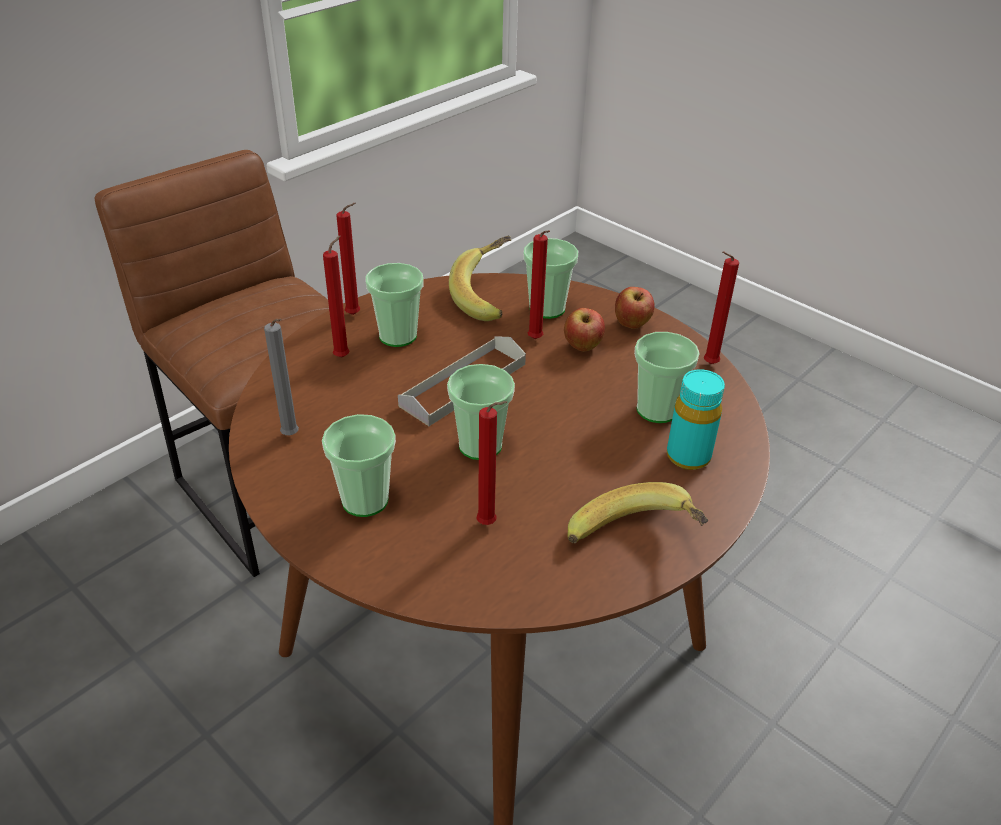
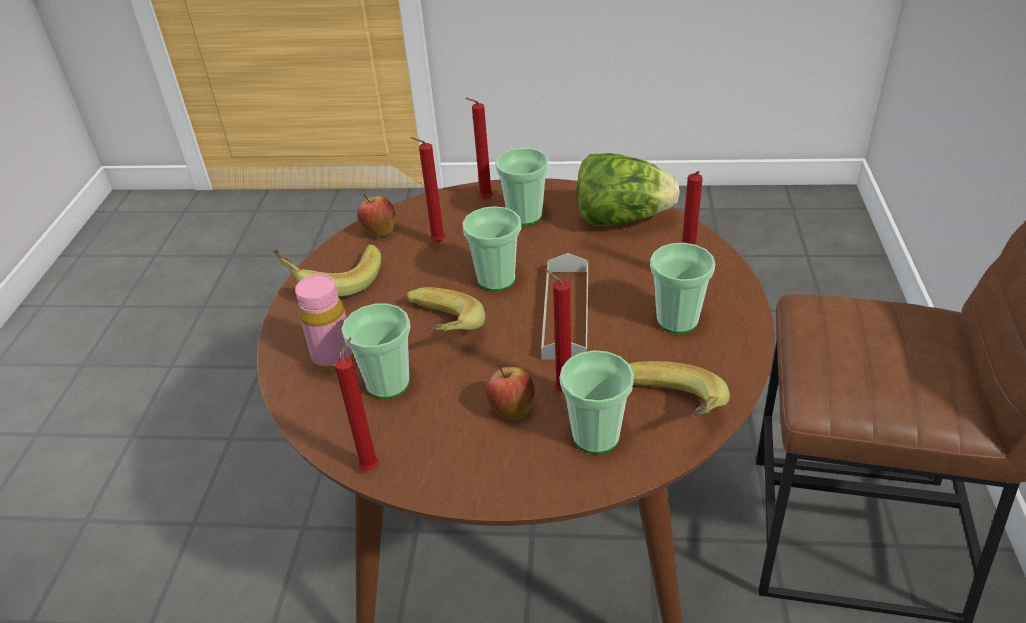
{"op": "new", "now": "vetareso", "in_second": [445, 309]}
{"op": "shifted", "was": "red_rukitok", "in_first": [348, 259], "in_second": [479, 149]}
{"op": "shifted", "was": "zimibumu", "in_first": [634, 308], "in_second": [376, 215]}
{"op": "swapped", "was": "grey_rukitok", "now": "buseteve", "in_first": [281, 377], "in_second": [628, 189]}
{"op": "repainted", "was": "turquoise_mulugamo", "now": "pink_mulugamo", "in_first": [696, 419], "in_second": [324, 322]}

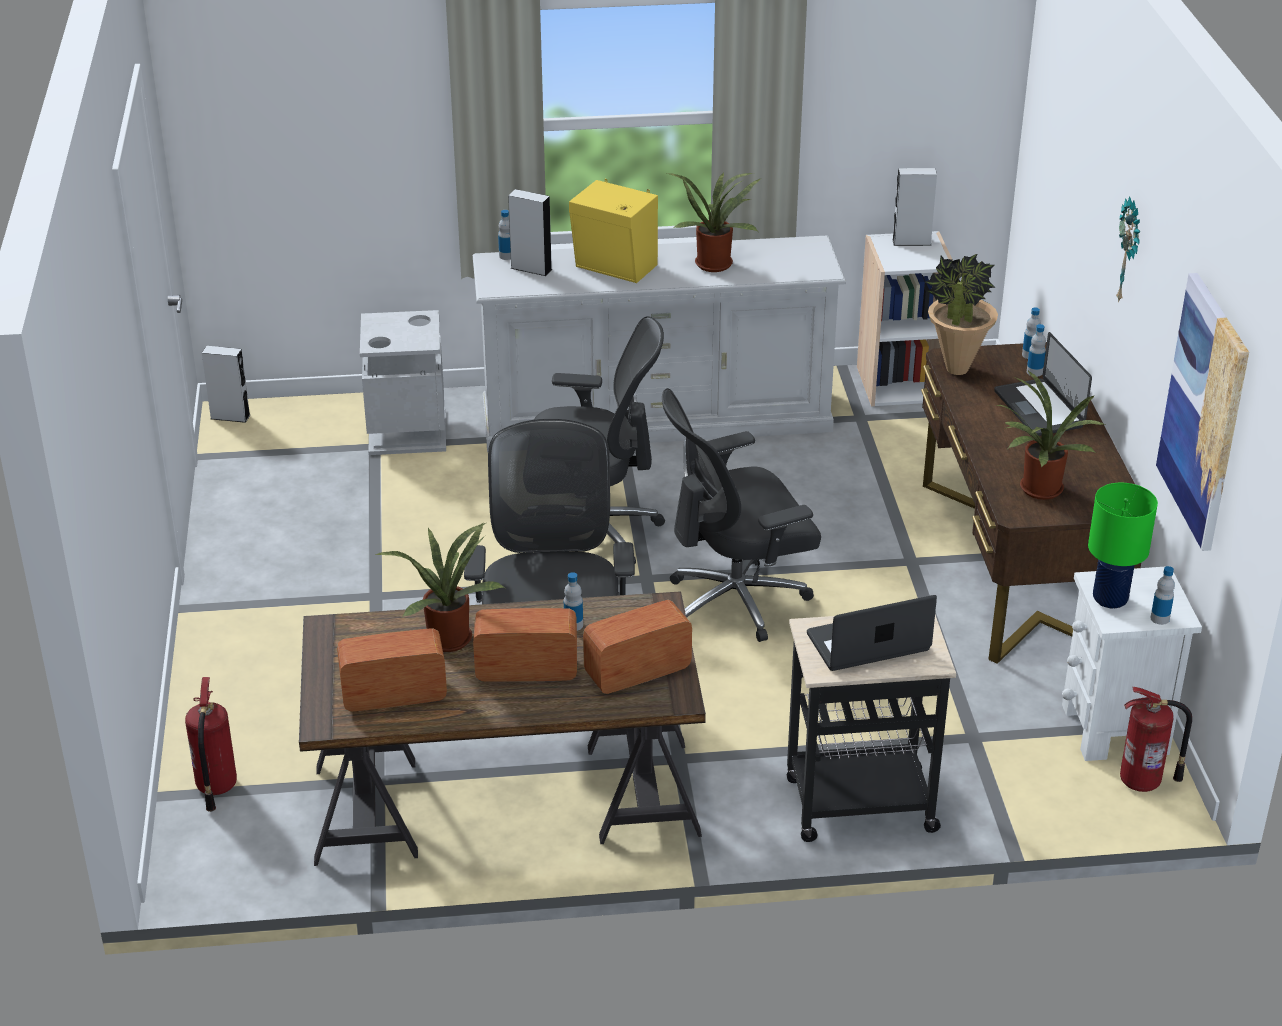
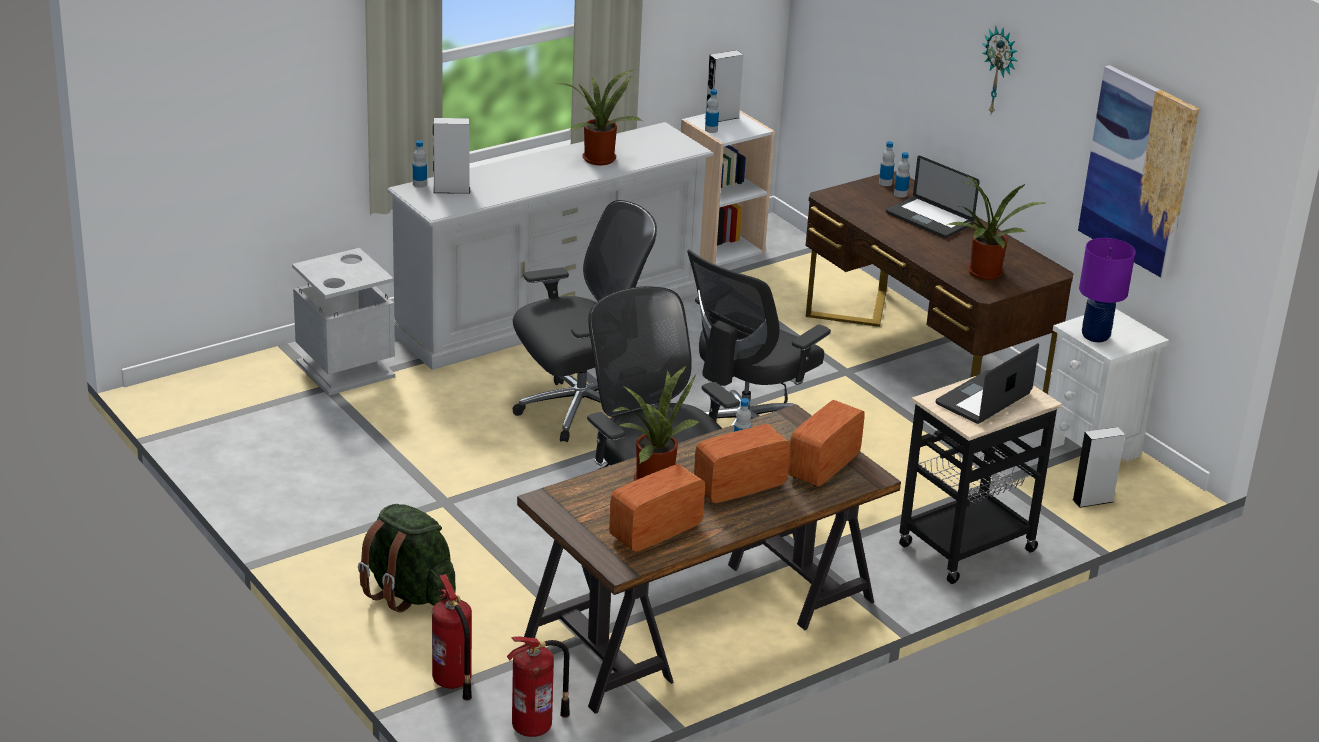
{"op": "gone", "was": "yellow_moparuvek", "in_first": [613, 231]}
{"op": "gone", "was": "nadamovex", "in_first": [961, 314]}
{"op": "new", "now": "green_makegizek", "in_second": [407, 558]}
{"op": "shifted", "was": "grey_moparuvek", "in_first": [226, 384], "in_second": [1098, 467]}
{"op": "shifted", "was": "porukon", "in_first": [1156, 739], "in_second": [538, 686]}
{"op": "shifted", "was": "mulugamo", "in_first": [1162, 595], "in_second": [712, 111]}
{"op": "repainted", "was": "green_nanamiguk", "now": "purple_nanamiguk", "in_first": [1123, 545], "in_second": [1107, 290]}

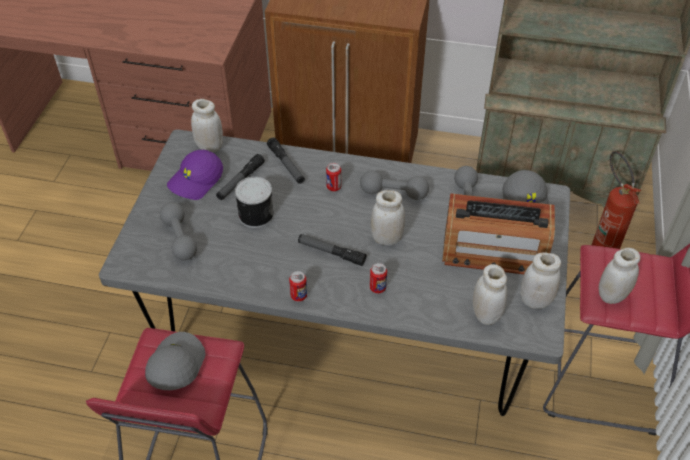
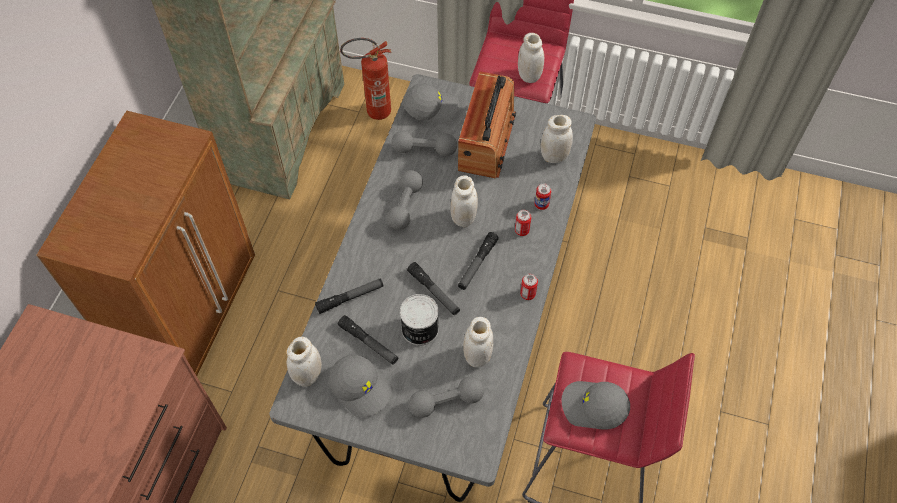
{"op": "new", "now": "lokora", "in_second": [433, 288]}
{"op": "shifted", "was": "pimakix", "in_first": [333, 177], "in_second": [542, 197]}
{"op": "shifted", "was": "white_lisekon", "in_first": [541, 280], "in_second": [478, 342]}
{"op": "repainted", "was": "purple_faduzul", "now": "grey_faduzul", "in_first": [195, 175], "in_second": [361, 386]}

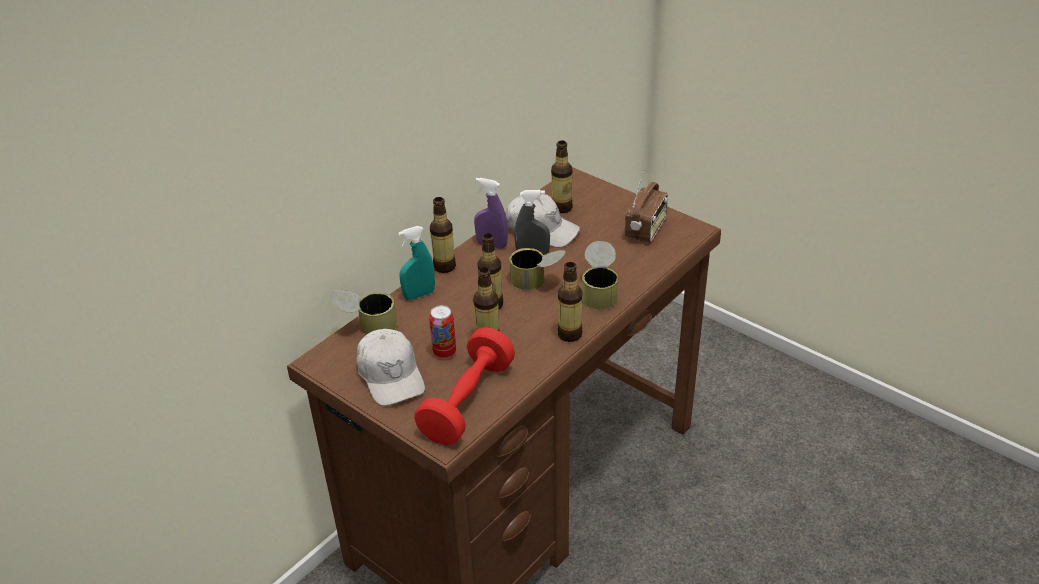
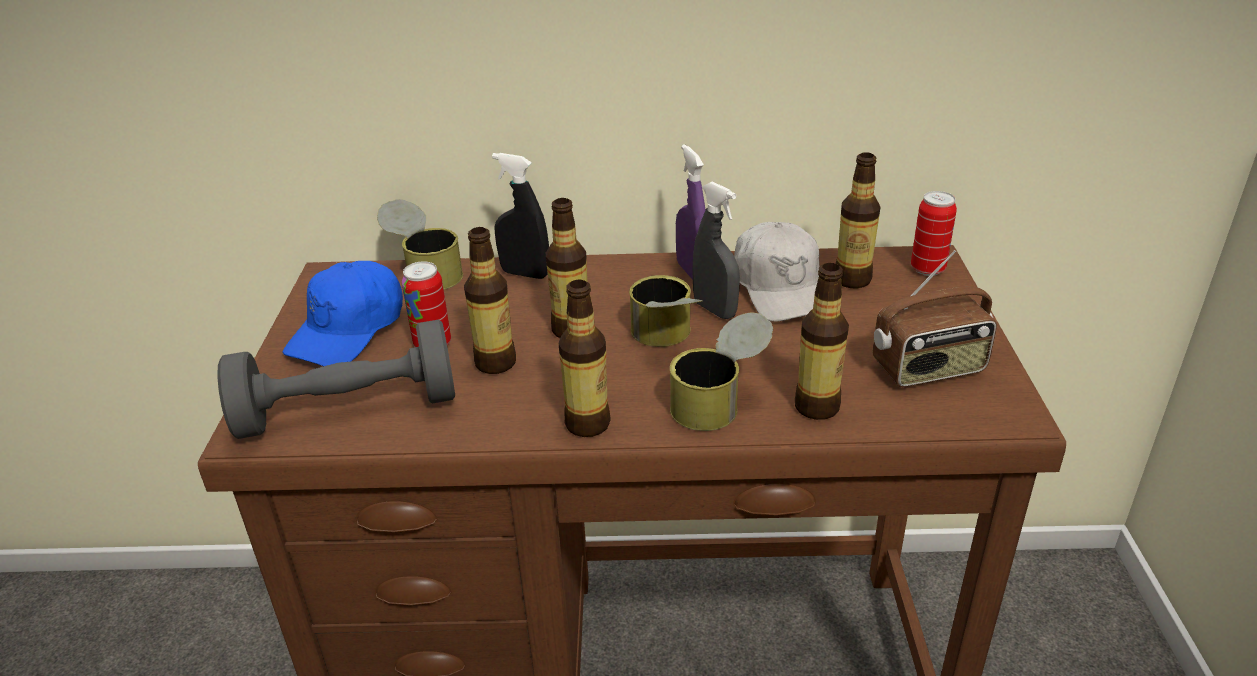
{"op": "new", "now": "pimakix", "in_second": [934, 233]}
{"op": "shifted", "was": "mulugamo", "in_first": [443, 235], "in_second": [822, 341]}
{"op": "repainted", "was": "white_faduzul", "now": "blue_faduzul", "in_first": [391, 367], "in_second": [342, 313]}
{"op": "repainted", "was": "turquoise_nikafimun", "now": "black_nikafimun", "in_first": [416, 263], "in_second": [520, 216]}
{"op": "repainted", "was": "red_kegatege", "now": "grey_kegatege", "in_first": [464, 386], "in_second": [336, 379]}

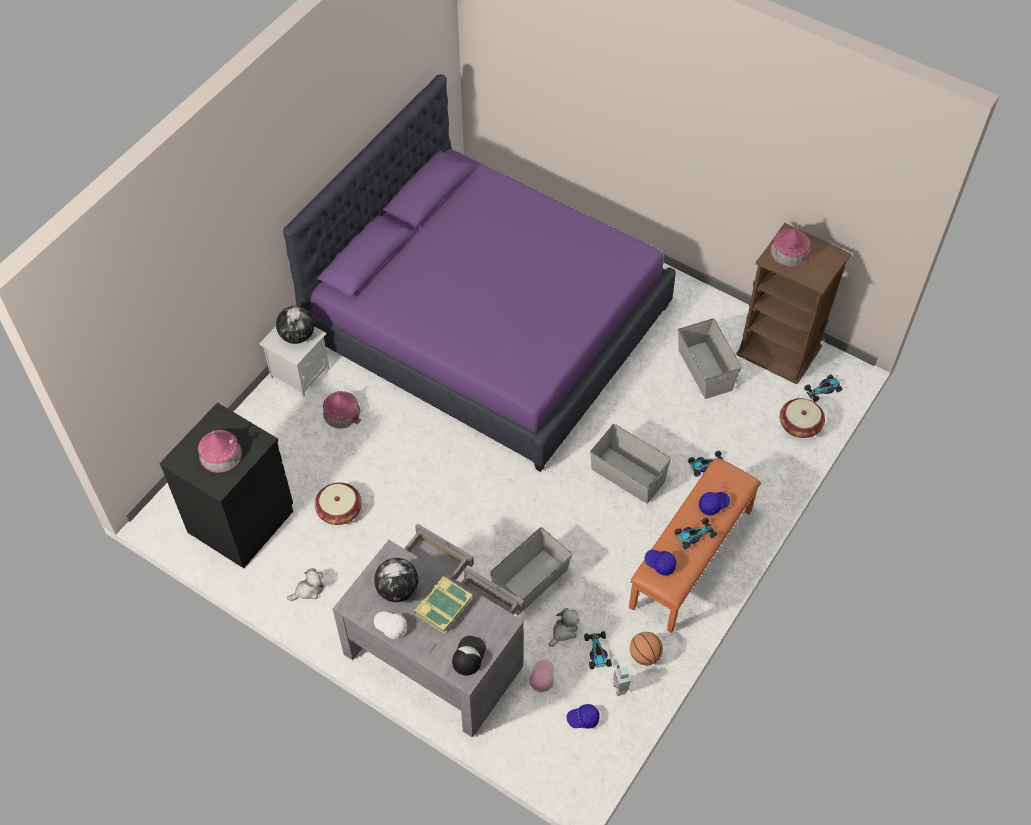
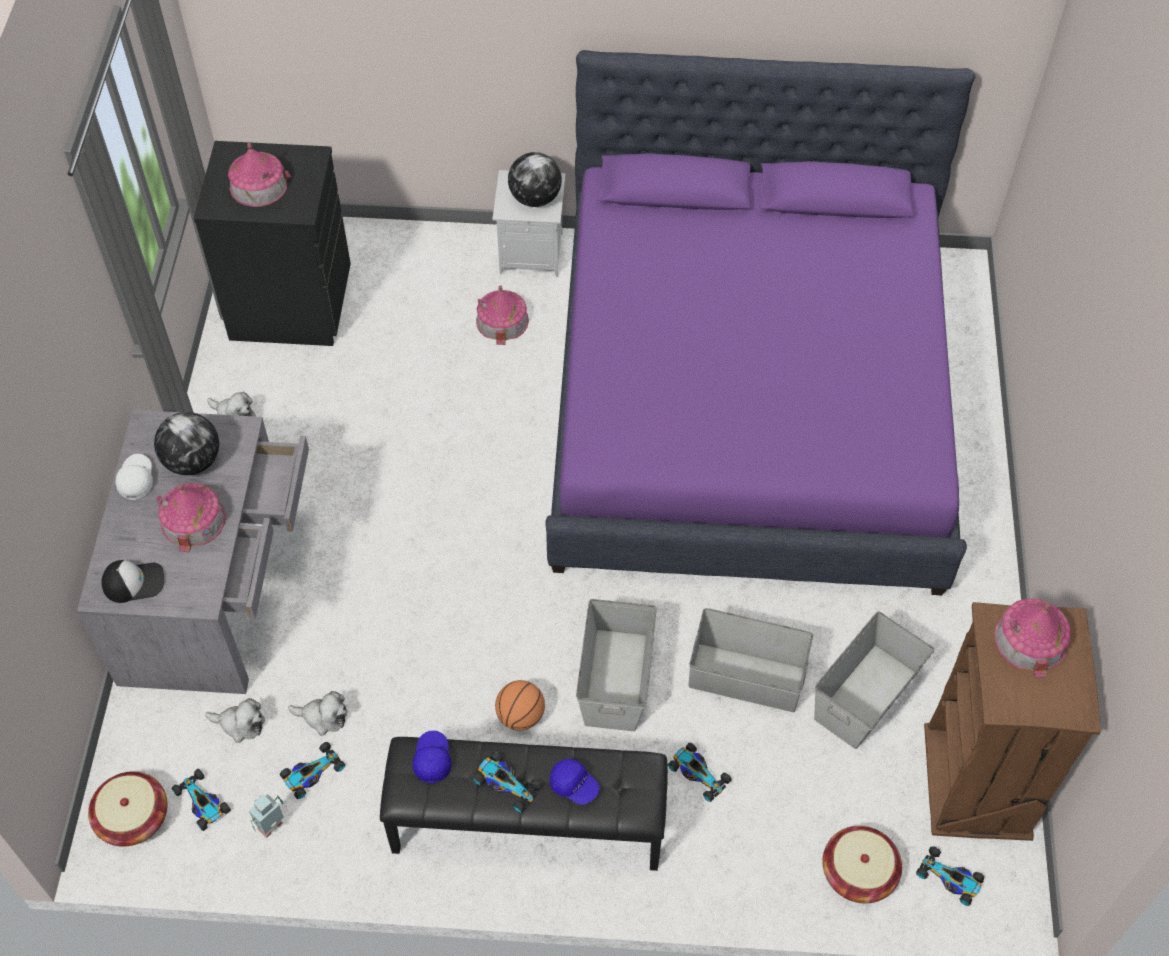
{"op": "shifted", "was": "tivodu", "in_first": [338, 503], "in_second": [128, 809]}
{"op": "shifted", "was": "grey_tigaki", "in_first": [531, 571], "in_second": [750, 660]}
{"op": "shifted", "was": "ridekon", "in_first": [646, 648], "in_second": [520, 705]}
{"op": "swapped", "was": "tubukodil", "now": "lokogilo", "in_first": [443, 605], "in_second": [191, 518]}
{"op": "swapped", "was": "pink_faduzul", "now": "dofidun", "in_first": [541, 675], "in_second": [235, 720]}
{"op": "swapped", "was": "blue_faduzul", "now": "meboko", "in_first": [583, 716], "in_second": [201, 800]}
{"op": "repainted", "was": "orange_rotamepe", "now": "black_rotamepe", "in_first": [695, 545], "in_second": [524, 804]}

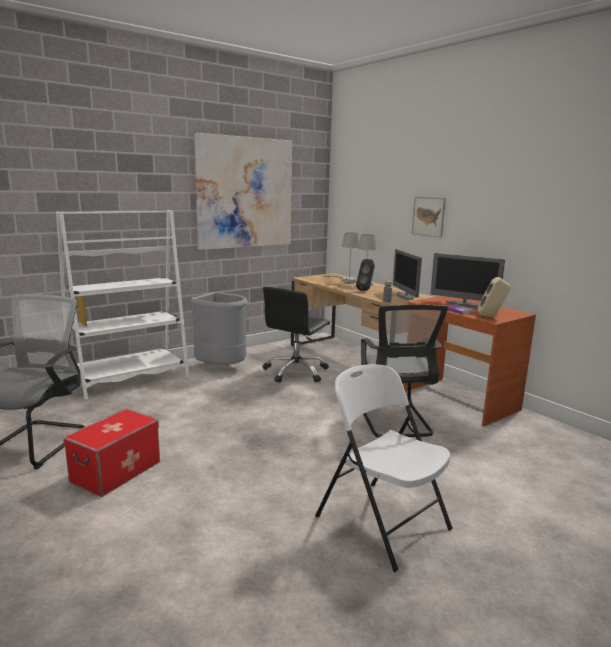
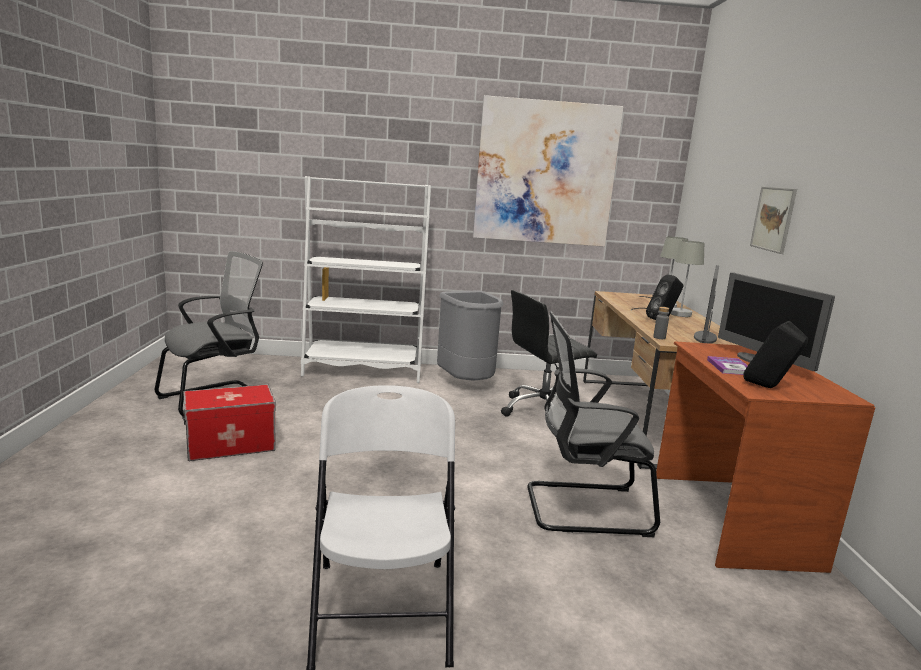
{"op": "repainted", "was": "beige_moparuvek", "now": "black_moparuvek", "in_first": [494, 297], "in_second": [775, 354]}
{"op": "rotated", "was": "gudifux", "in_first": [404, 371], "in_second": [593, 424], "clockwise": 60}

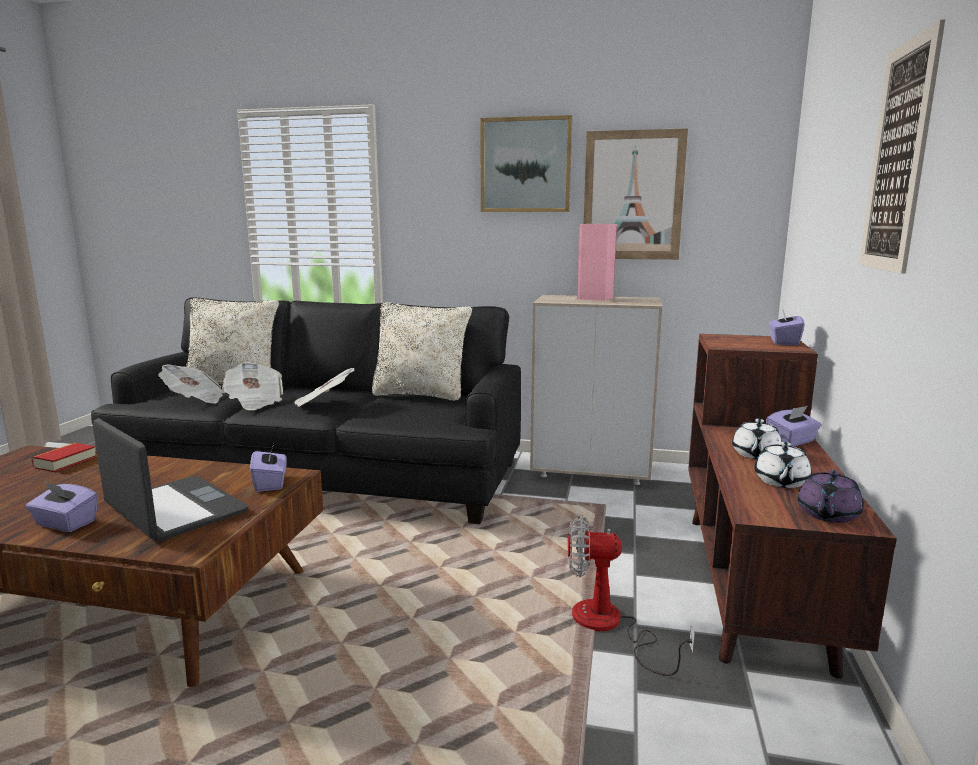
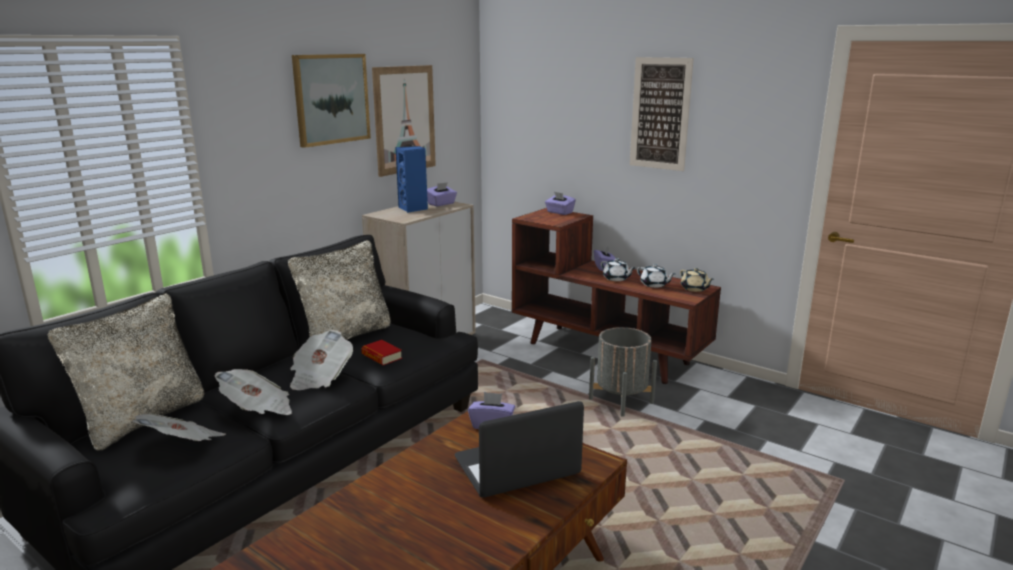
{"op": "shifted", "was": "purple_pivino", "in_first": [62, 507], "in_second": [442, 194]}
{"op": "shifted", "was": "tubukodil", "in_first": [64, 457], "in_second": [381, 352]}
{"op": "swapped", "was": "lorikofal", "now": "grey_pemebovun", "in_first": [631, 595], "in_second": [623, 372]}
{"op": "repainted", "was": "pink_moparuvek", "now": "blue_moparuvek", "in_first": [597, 262], "in_second": [411, 179]}
{"op": "repainted", "was": "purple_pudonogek", "now": "beige_pudonogek", "in_first": [831, 496], "in_second": [697, 280]}

